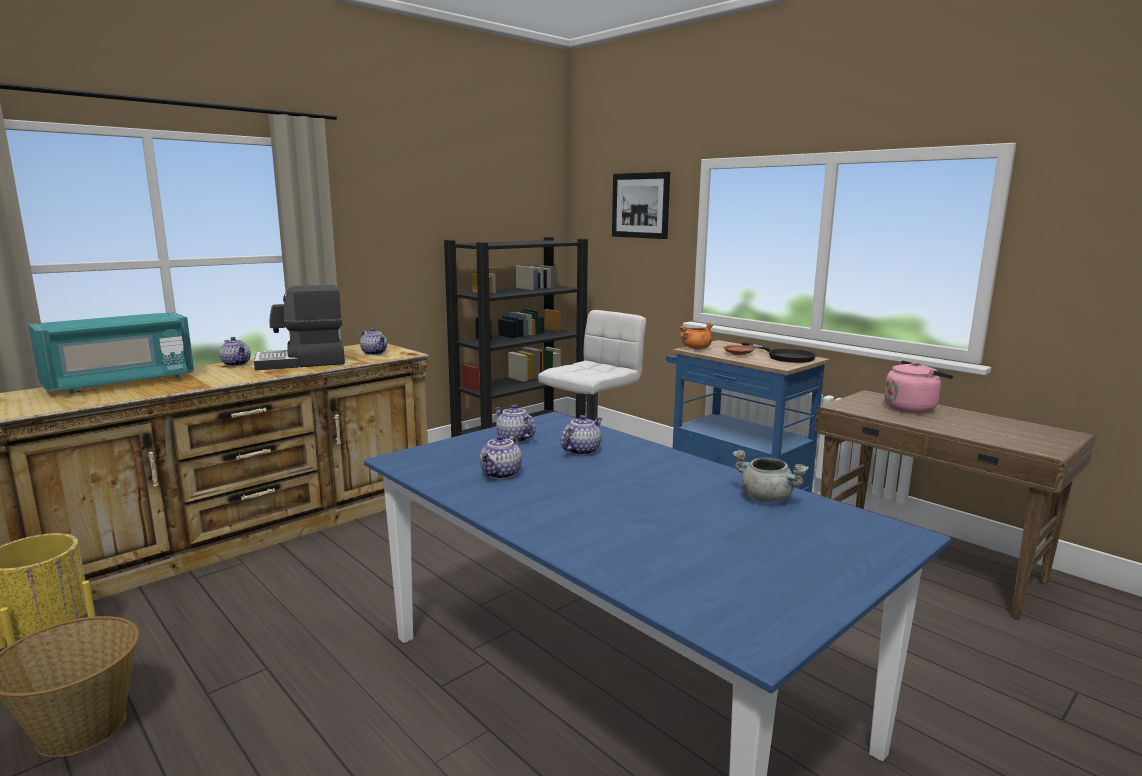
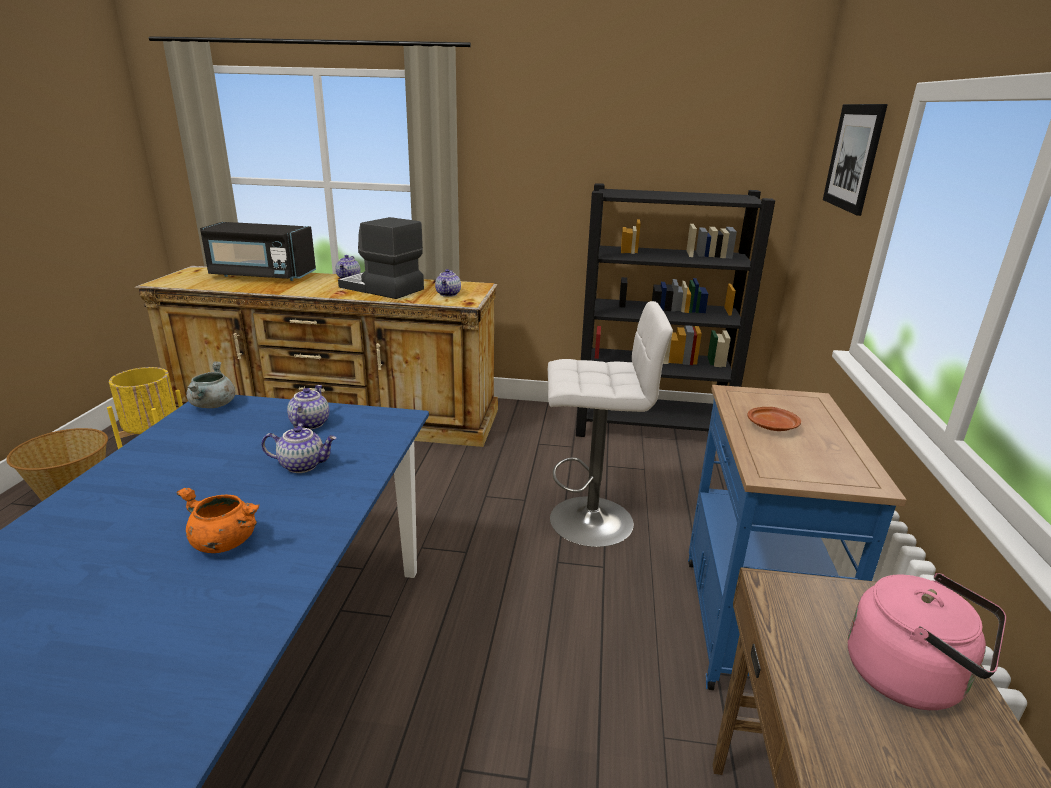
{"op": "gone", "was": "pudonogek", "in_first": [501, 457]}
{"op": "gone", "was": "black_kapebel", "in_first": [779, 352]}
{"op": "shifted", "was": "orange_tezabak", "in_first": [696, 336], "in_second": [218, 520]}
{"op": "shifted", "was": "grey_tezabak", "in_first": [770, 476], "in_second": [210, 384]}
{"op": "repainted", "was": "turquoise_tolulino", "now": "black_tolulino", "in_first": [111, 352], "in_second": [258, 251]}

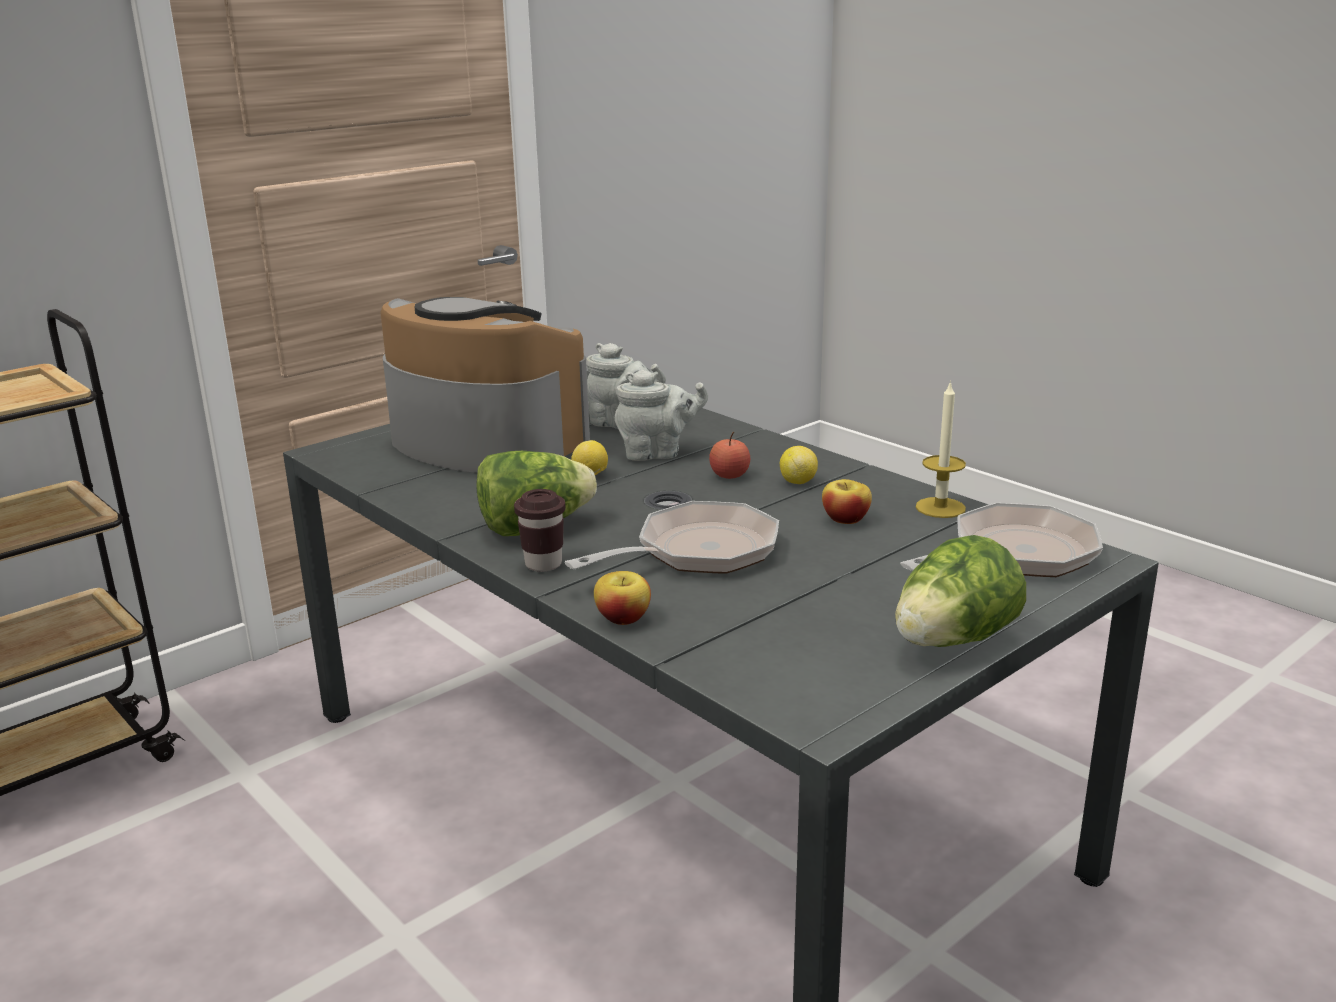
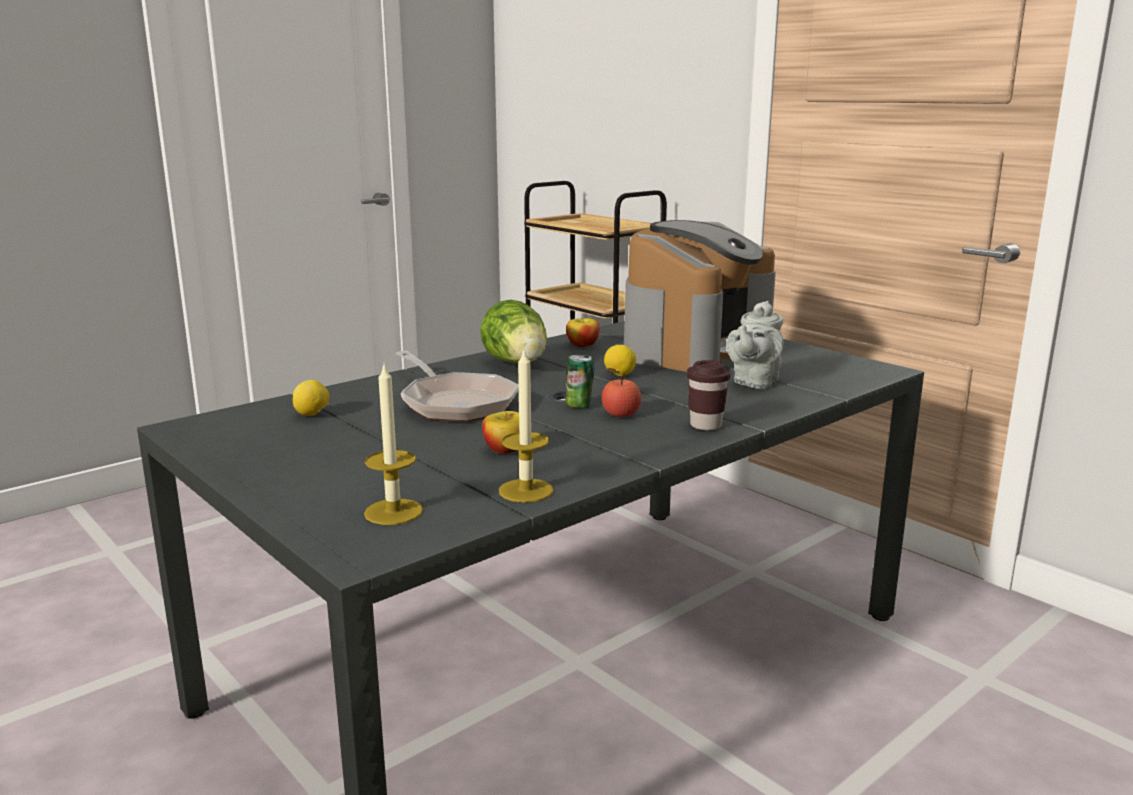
{"op": "gone", "was": "grey_pudonogek", "in_first": [661, 415]}
{"op": "gone", "was": "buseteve", "in_first": [960, 591]}
{"op": "new", "now": "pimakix", "in_second": [580, 381]}
{"op": "shifted", "was": "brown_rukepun", "in_first": [540, 530], "in_second": [709, 395]}
{"op": "shifted", "was": "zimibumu", "in_first": [622, 598], "in_second": [583, 332]}
{"op": "shifted", "was": "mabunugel", "in_first": [799, 465], "in_second": [311, 398]}
{"op": "swapped", "was": "kapebel", "now": "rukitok", "in_first": [1001, 540], "in_second": [393, 443]}

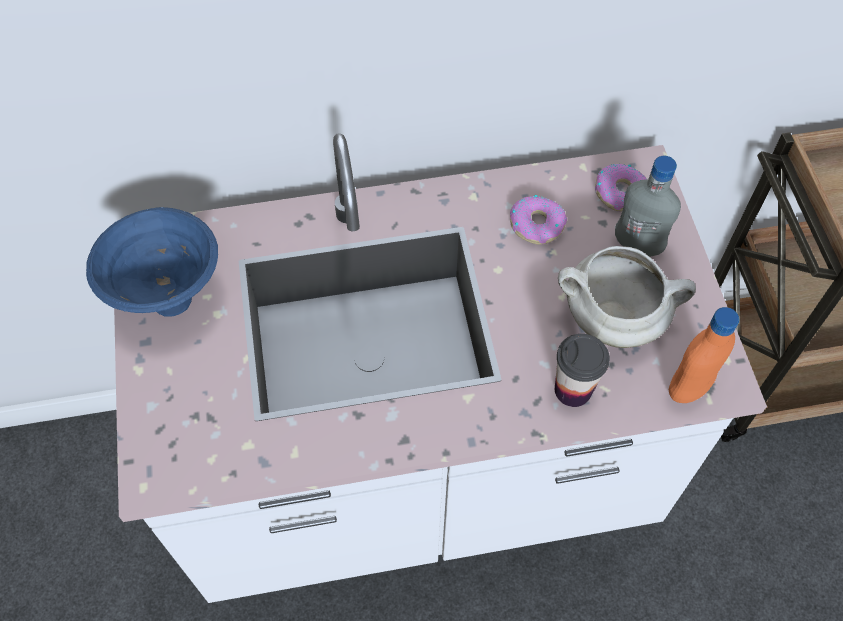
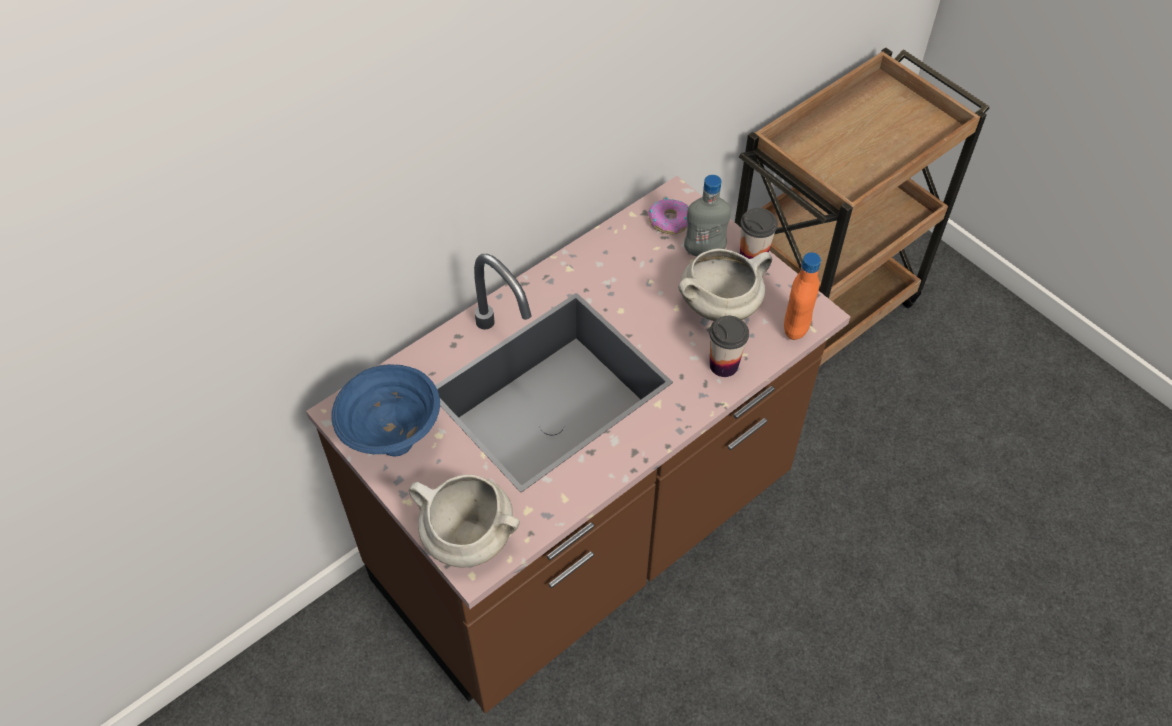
{"op": "gone", "was": "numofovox", "in_first": [538, 220]}
{"op": "new", "now": "white_tezabak", "in_second": [464, 521]}
{"op": "new", "now": "rukepun", "in_second": [759, 233]}
{"op": "repainted", "was": "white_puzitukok", "now": "brown_puzitukok", "in_first": [440, 368], "in_second": [578, 444]}

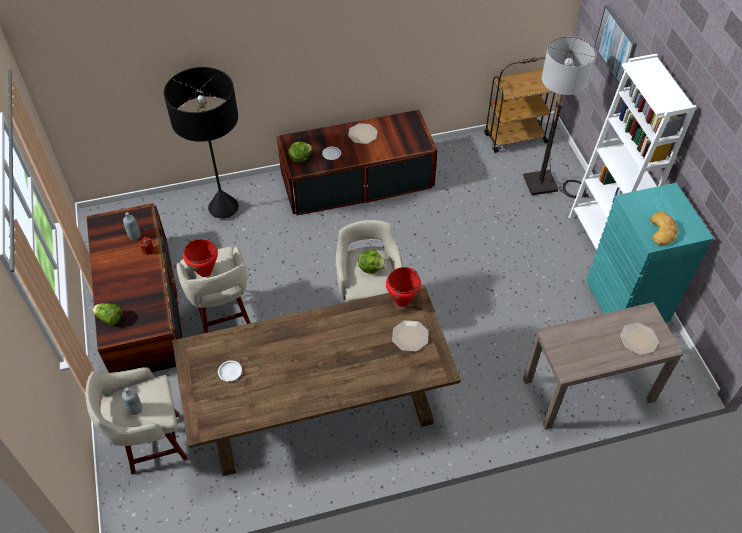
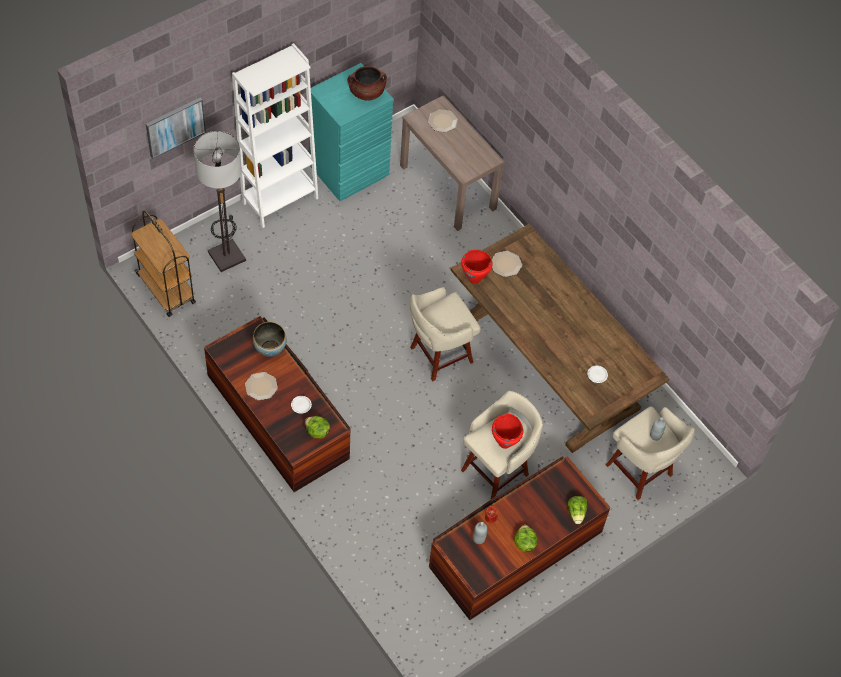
{"op": "gone", "was": "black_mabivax", "in_first": [201, 143]}
{"op": "new", "now": "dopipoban", "in_second": [270, 339]}
{"op": "shifted", "was": "buseteve", "in_first": [372, 261], "in_second": [525, 538]}
{"op": "swapped", "was": "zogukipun", "now": "brown_tezabak", "in_first": [664, 228], "in_second": [367, 83]}

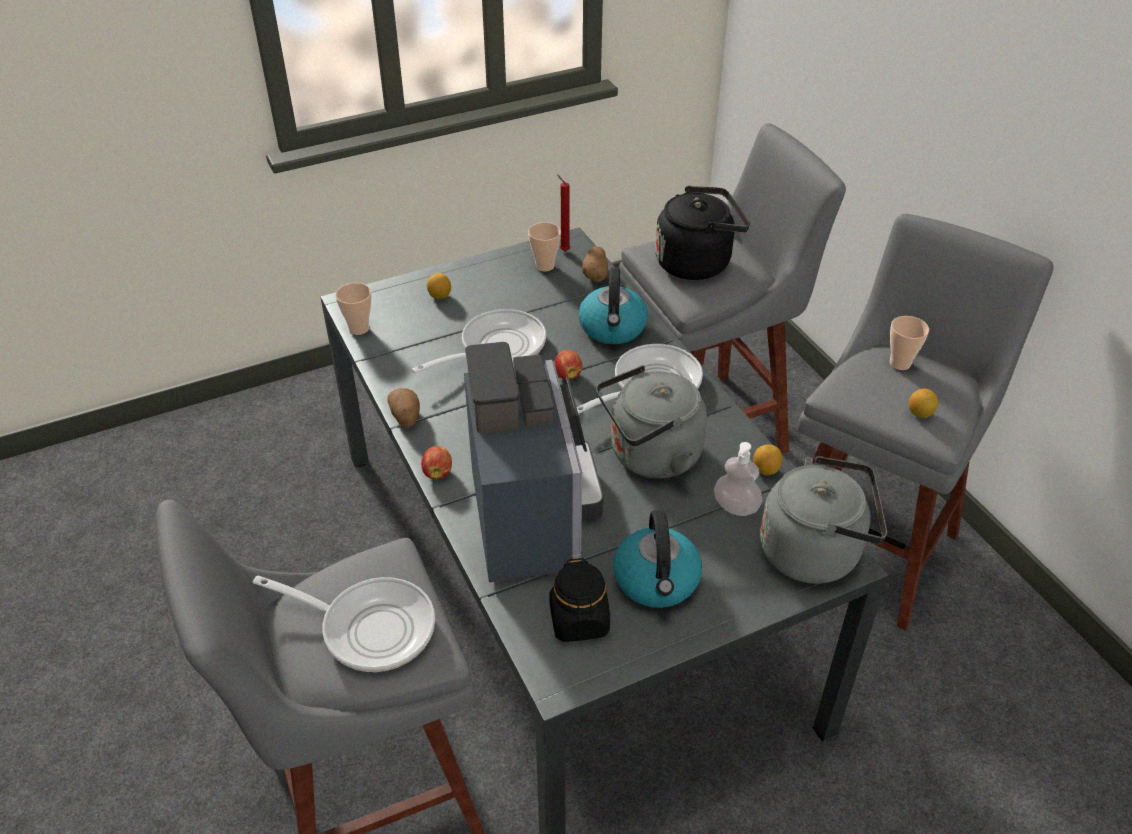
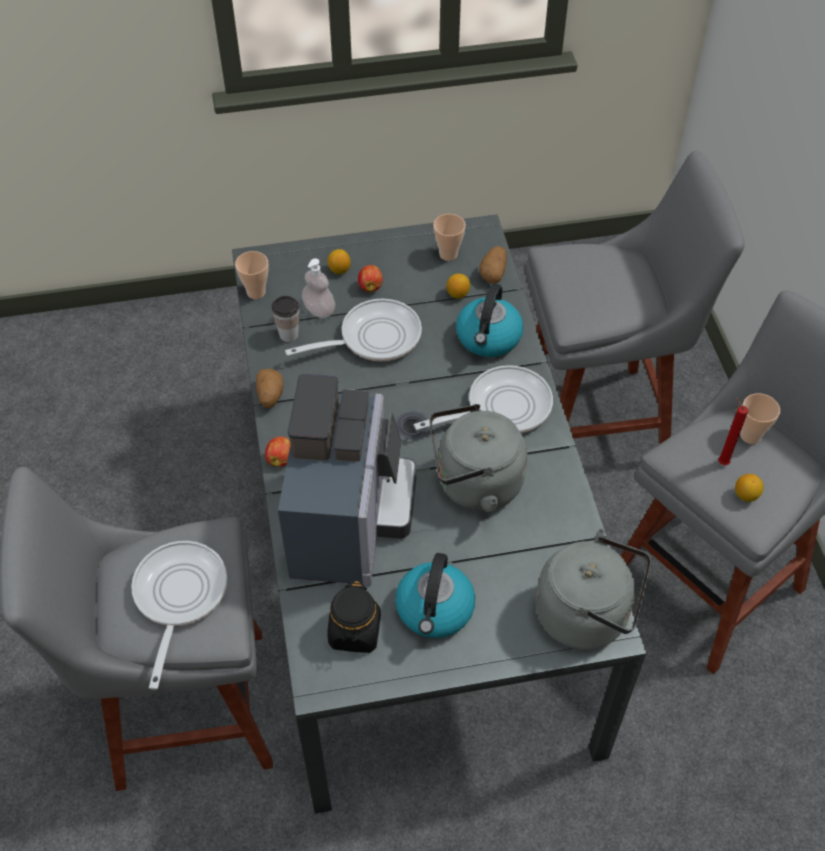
{"op": "gone", "was": "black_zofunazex", "in_first": [702, 233]}
{"op": "new", "now": "rukepun", "in_second": [285, 319]}
{"op": "shifted", "was": "zimibumu", "in_first": [568, 364], "in_second": [370, 278]}
{"op": "shifted", "was": "red_rukitok", "in_first": [563, 212], "in_second": [733, 431]}
{"op": "shifted", "was": "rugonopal", "in_first": [738, 479], "in_second": [318, 288]}
{"op": "shifted", "was": "mabunugel", "in_first": [767, 460], "in_second": [458, 286]}
{"op": "rotated", "was": "kapebel", "in_first": [344, 624], "in_second": [179, 615], "clockwise": -120}

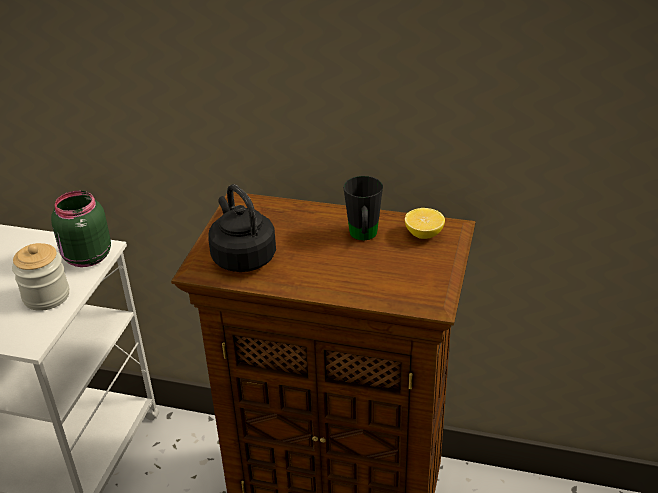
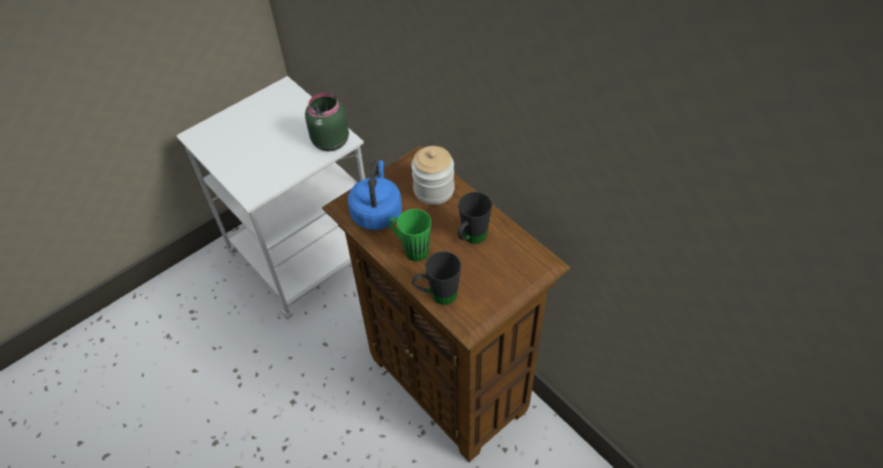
{"op": "gone", "was": "mabunugel", "in_first": [425, 223]}
{"op": "new", "now": "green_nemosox", "in_second": [410, 235]}
{"op": "new", "now": "black_nemosox", "in_second": [436, 278]}
{"op": "shifted", "was": "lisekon", "in_first": [40, 277], "in_second": [433, 175]}
{"op": "repainted", "was": "black_zofunazex", "now": "blue_zofunazex", "in_first": [242, 228], "in_second": [375, 195]}

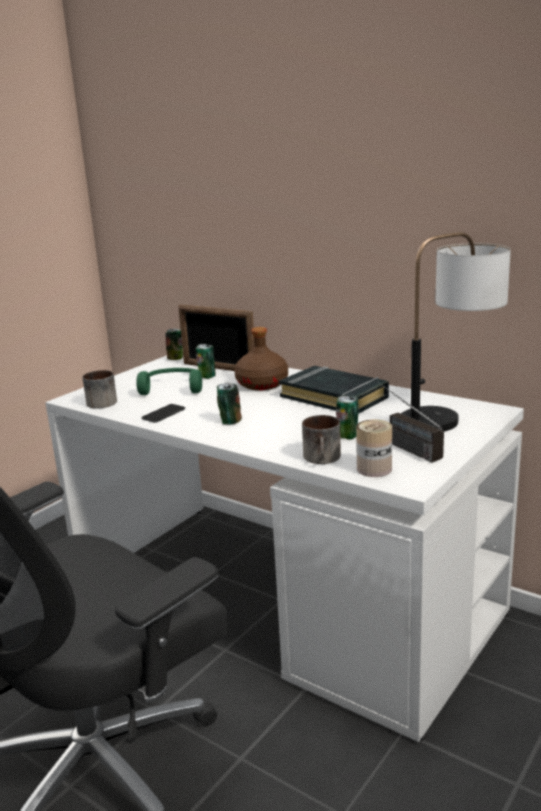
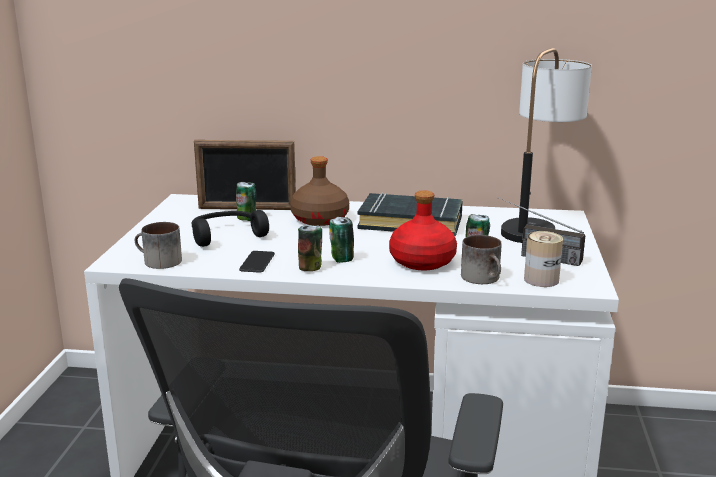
{"op": "new", "now": "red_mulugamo", "in_second": [423, 230]}
{"op": "shifted", "was": "pimakix", "in_first": [174, 344], "in_second": [310, 248]}
{"op": "repainted", "was": "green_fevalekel", "now": "black_fevalekel", "in_first": [169, 381], "in_second": [230, 228]}

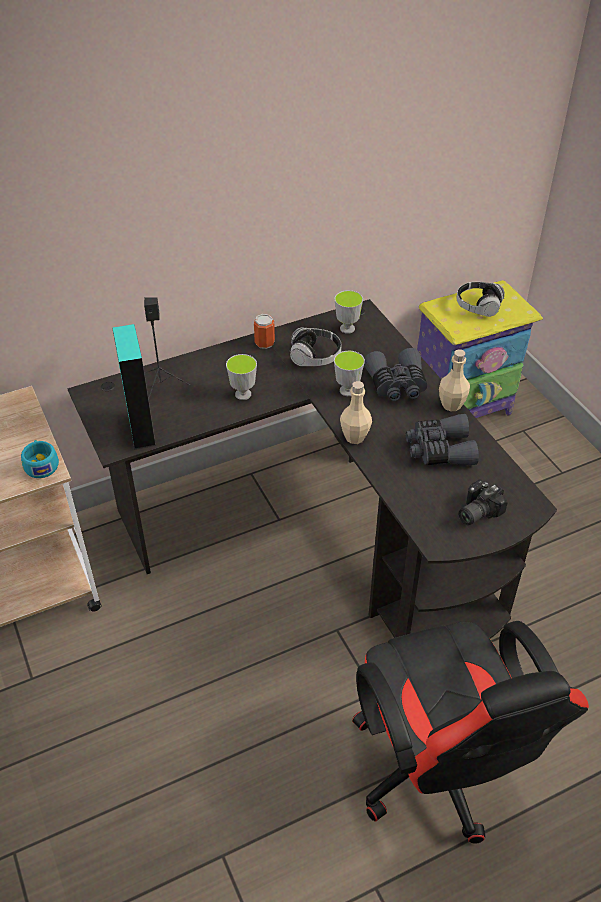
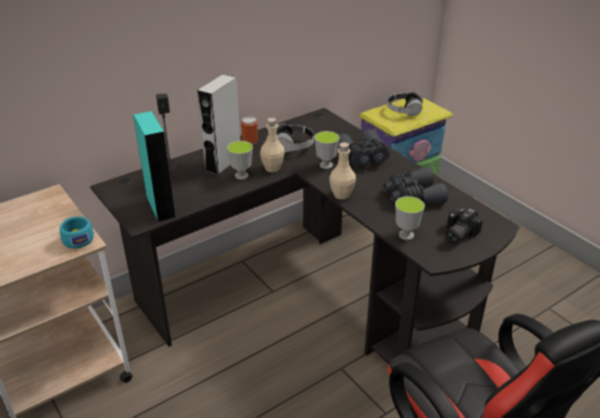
{"op": "new", "now": "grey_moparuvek", "in_second": [218, 124]}
{"op": "shifted", "was": "rukepun", "in_first": [348, 312], "in_second": [410, 218]}
{"op": "shifted", "was": "beige_mulugamo", "in_first": [454, 380], "in_second": [272, 145]}

